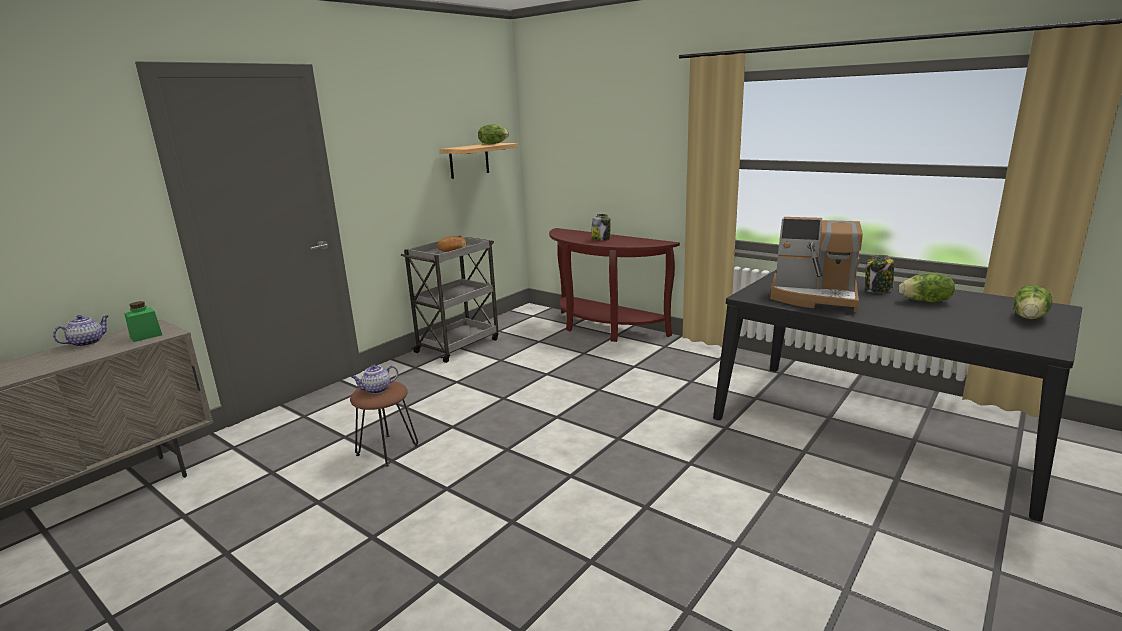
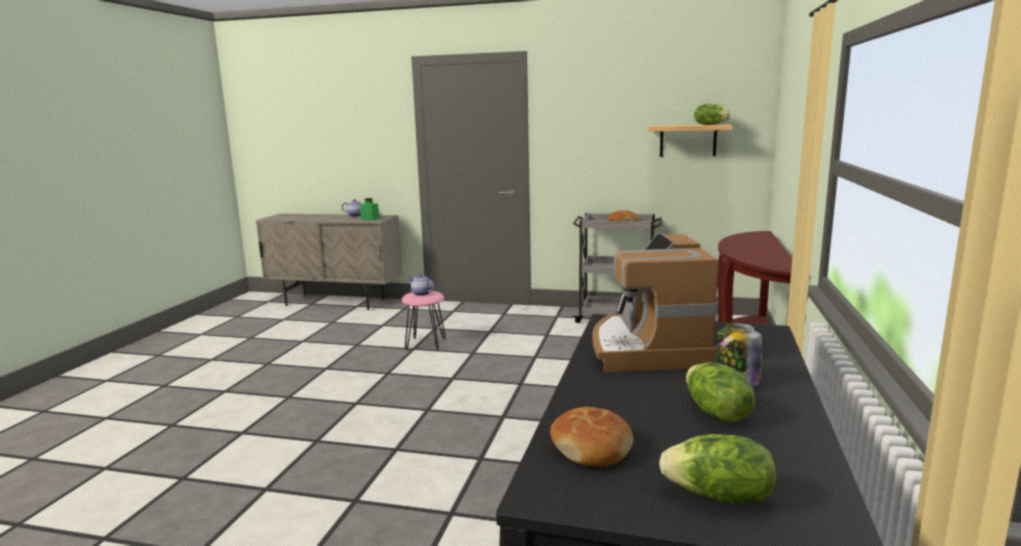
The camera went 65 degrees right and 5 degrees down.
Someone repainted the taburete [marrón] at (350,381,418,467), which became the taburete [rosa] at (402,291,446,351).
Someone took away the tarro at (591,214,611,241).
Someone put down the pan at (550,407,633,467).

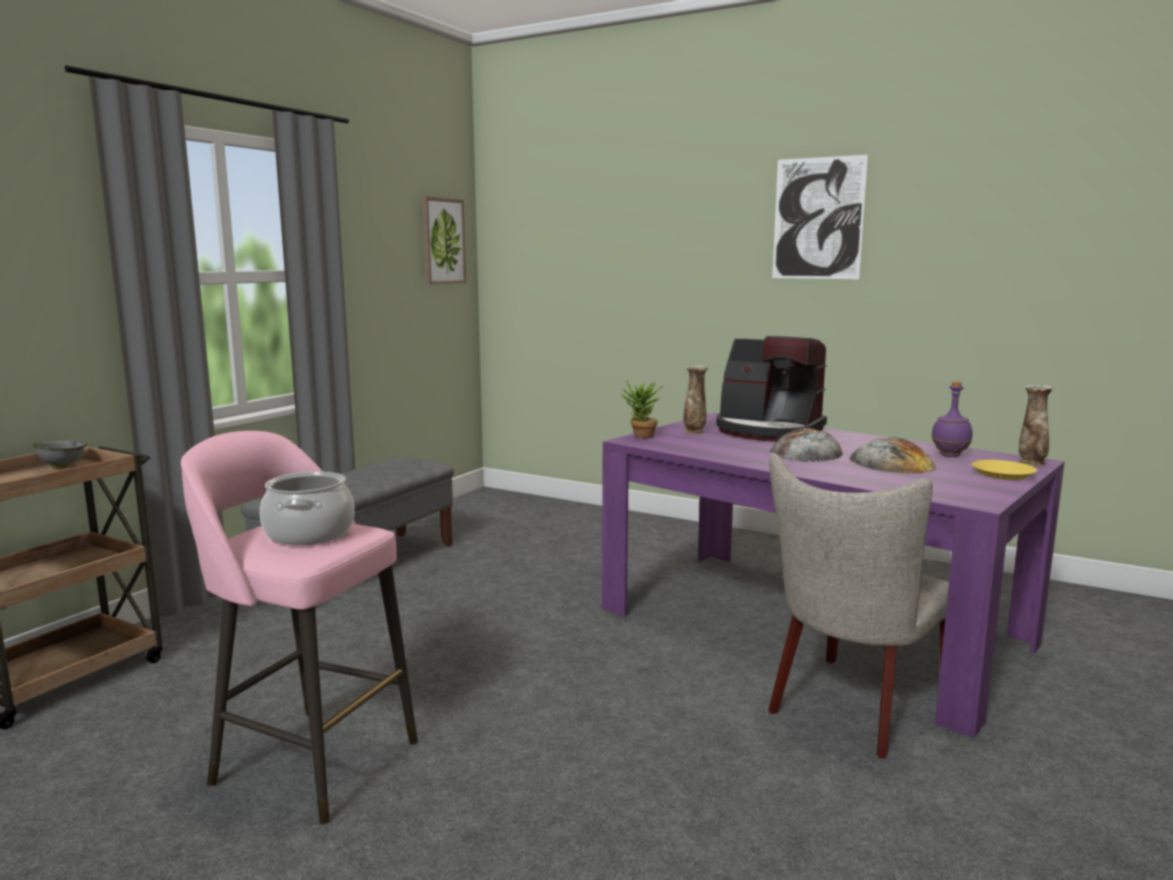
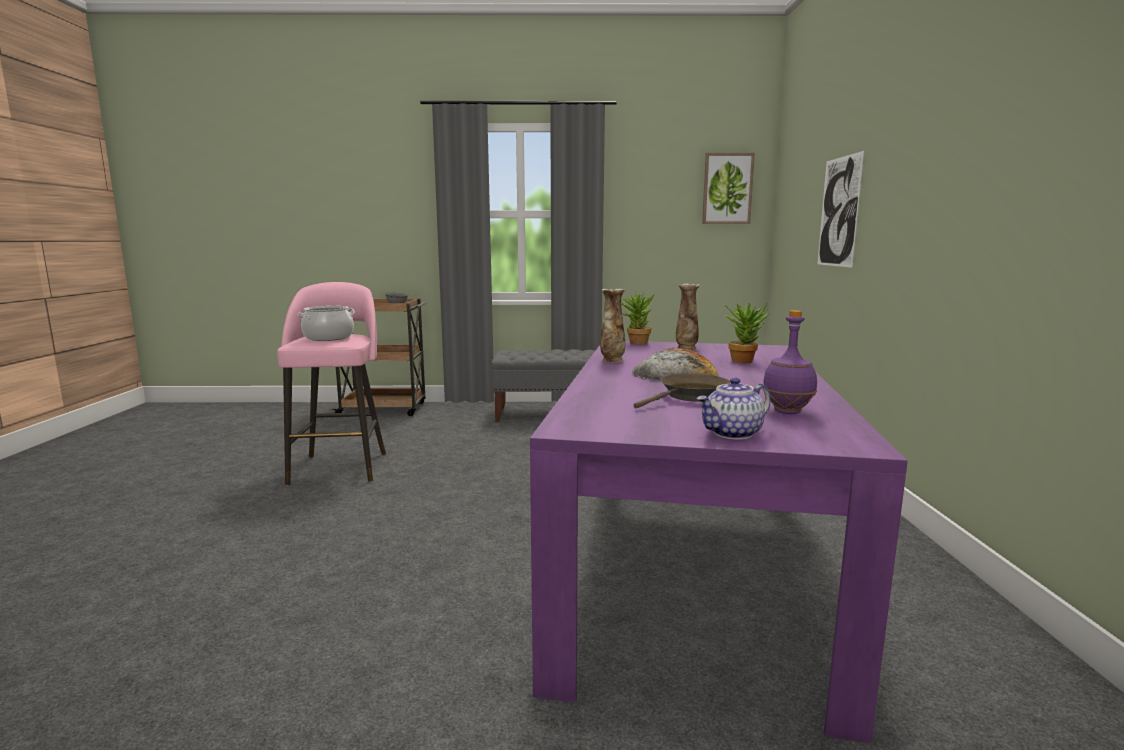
The camera went 60 degrees right and 0 degrees up.
Someone swapped the cafetera at (716,336,827,442) for the planta en maceta at (724,303,769,363).
Someone took away the silla [beis] at (768,452,949,759).
Someone carried the cuadro from (772,155,868,279) to (818,151,864,268).
Someone swapped the pan at (849,437,936,474) for the sartén [marrón] at (634,373,731,408).
Someone swapped the plato [amarillo] at (972,460,1037,480) for the tetera at (696,377,771,440).
Someone carried the florero from (1019,385,1053,466) to (600,289,625,363).

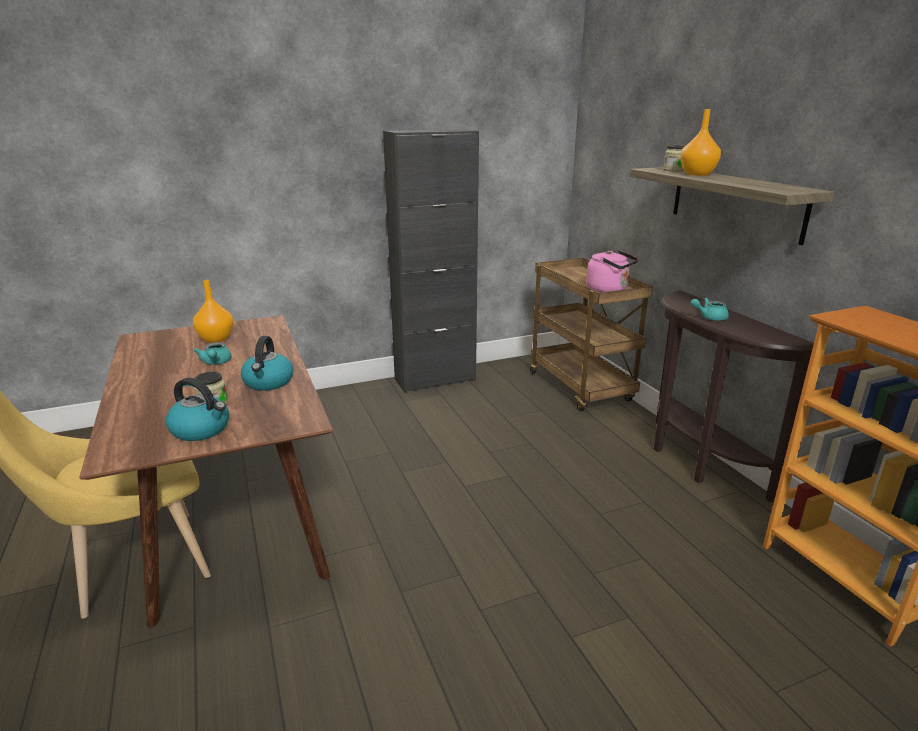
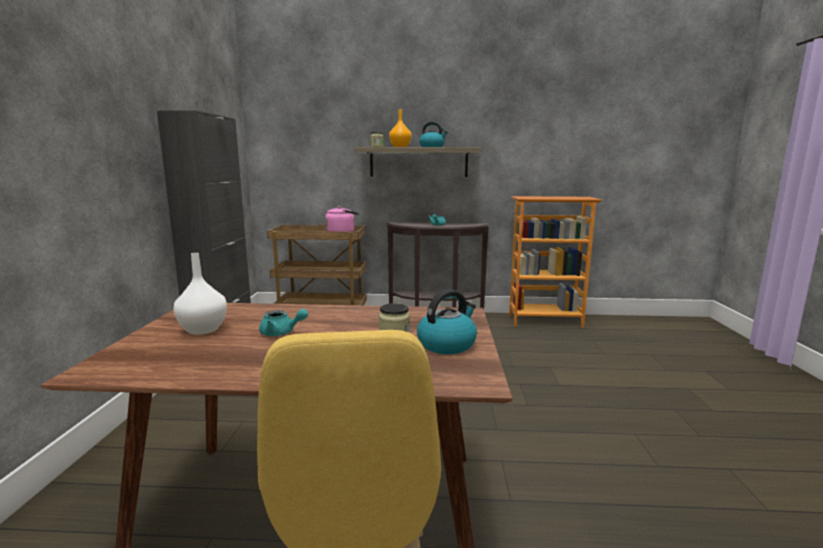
The camera went 65 degrees left and 10 degrees down.
Someone repainted the florero [naranja] at (193,280,233,343), which became the florero [blanco] at (173,253,227,335).
Someone carried the hervidor from (241,336,293,391) to (419,122,448,147).

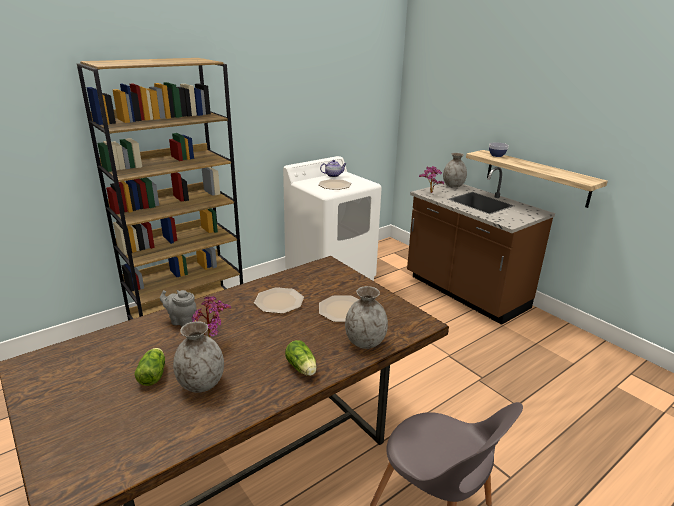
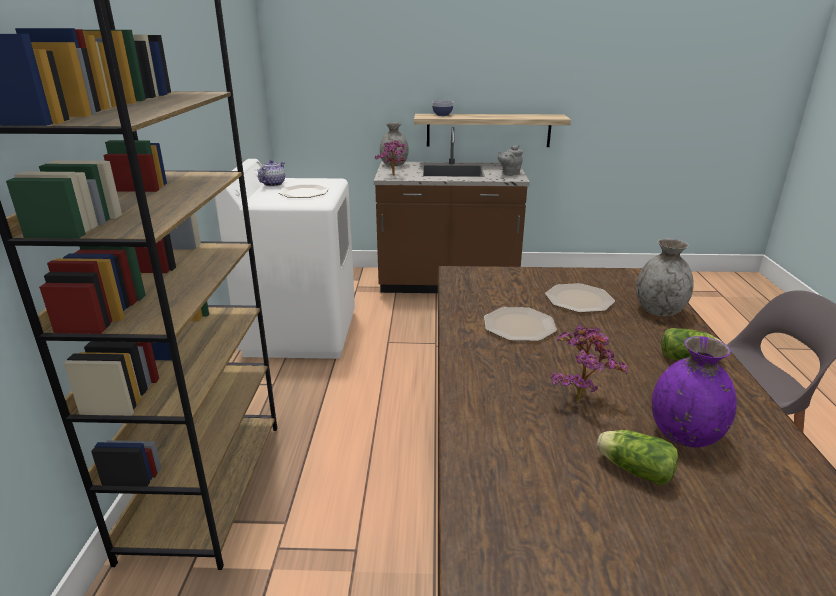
The camera went 50 degrees left and 0 degrees up.
Someone carried the tetera [gris] from (160,290,196,327) to (498,145,523,176).
Someone repainted the florero [gris] at (173,321,224,393), which became the florero [morado] at (652,336,737,448).

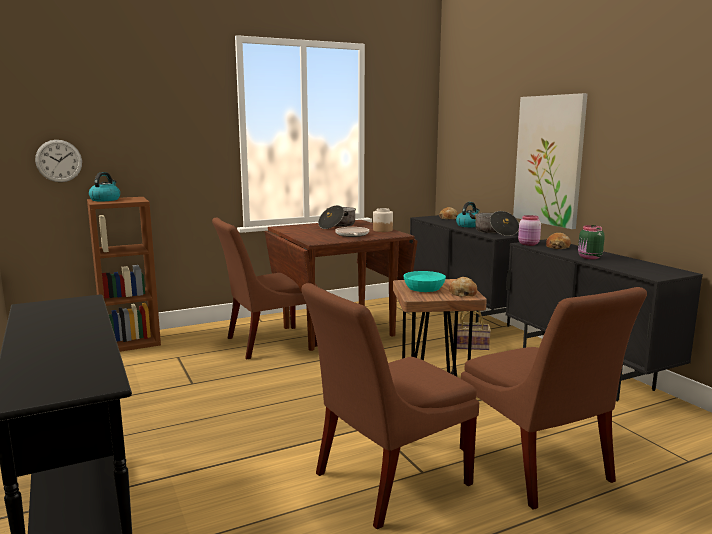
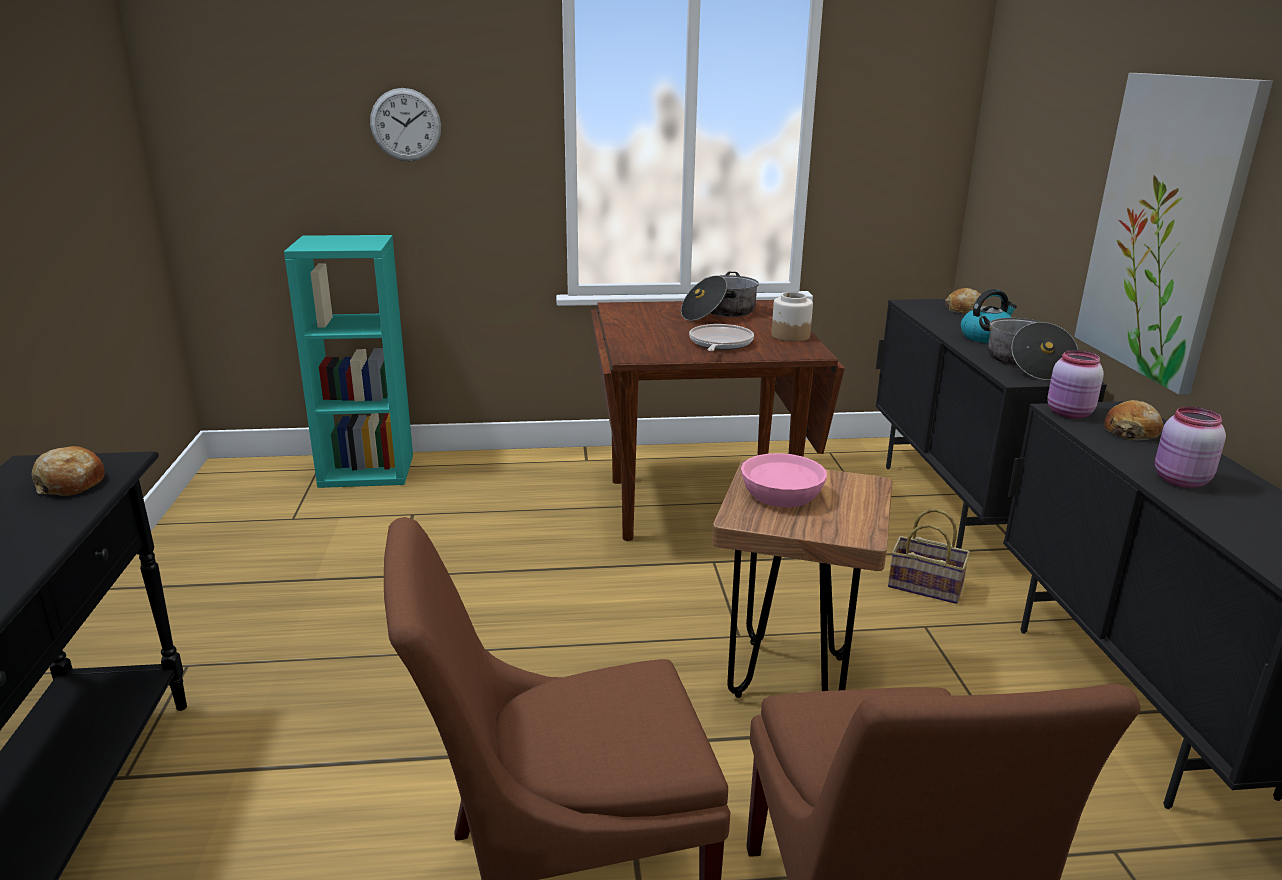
The camera went 20 degrees right and 10 degrees up.
Someone carried the reloj de pared from (35,140,82,182) to (370,88,441,161).
Someone repainted the estantería [marrón] at (87,197,161,352), which became the estantería [turquesa] at (284,235,413,488).
Someone took away the hervidor at (89,172,120,201).
Someone took away the silla [marrón] at (212,217,318,359).
Someone repainted the cuenco [turquesa] at (404,271,446,292), which became the cuenco [rosa] at (741,453,827,507).
Someone carried the pan from (449,277,477,297) to (31,446,105,496).
Someone repainted the tarro [verde] at (578,225,605,259), which became the tarro [rosa] at (1155,407,1226,488).

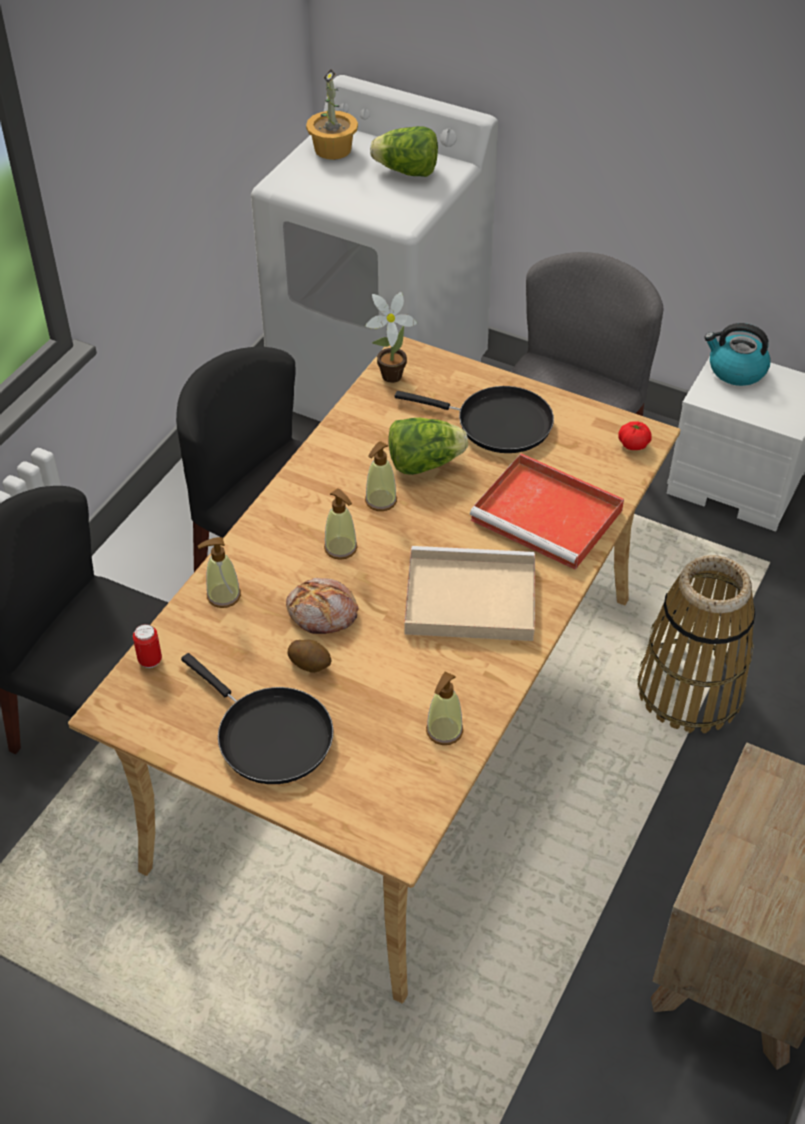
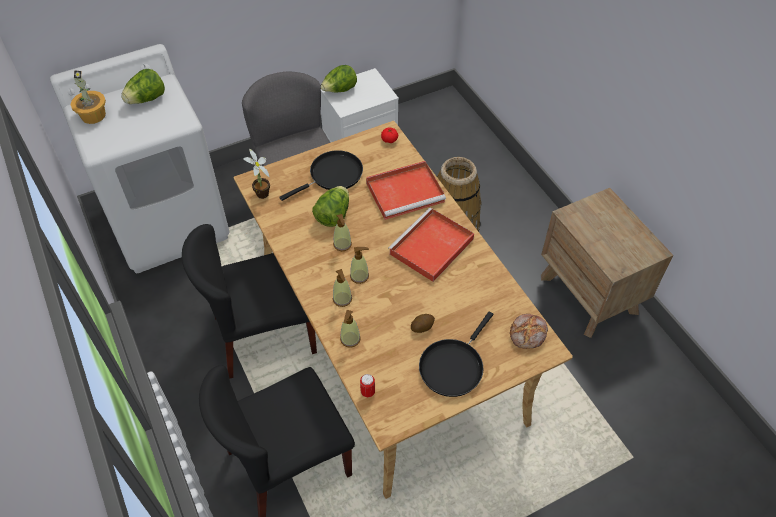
The camera went 55 degrees left and 5 degrees up.
Someone rotated the sartén [negro] at (181,653,333,784) by 135 degrees clockwise.
Someone carried the pan from (286,578,359,634) to (510,314,548,349).
Someone repainted the bandeja [beis] at (404,546,535,641), which became the bandeja [rojo] at (388,208,474,282).
Someone carried the dispensador de jabón from (426,671,463,745) to (333,269,352,307).
Someone swapped the hervidor at (704,323,771,386) for the lechuga at (321,65,357,92).

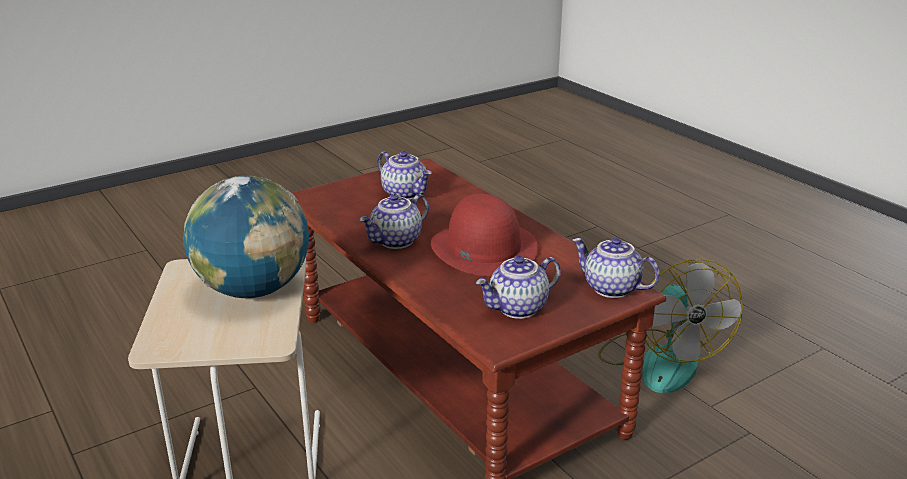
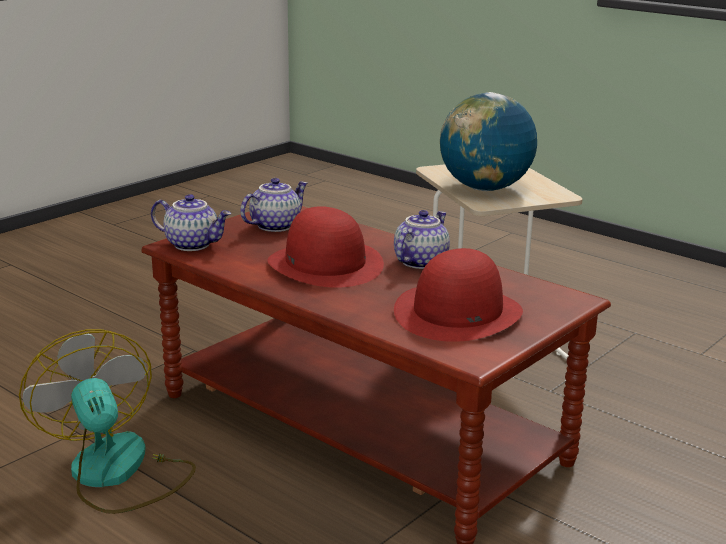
The camera went 165 degrees right and 5 degrees down.
Someone swapped the tetera at (377,151,432,200) for the sombrero [rojo] at (394,248,523,342).

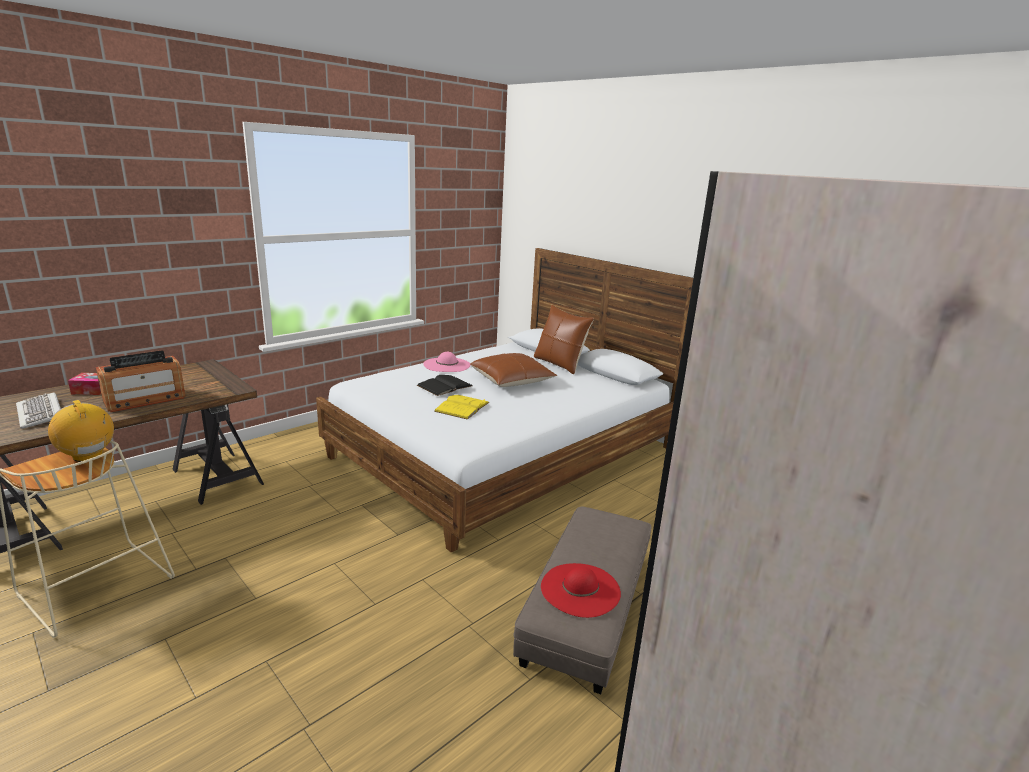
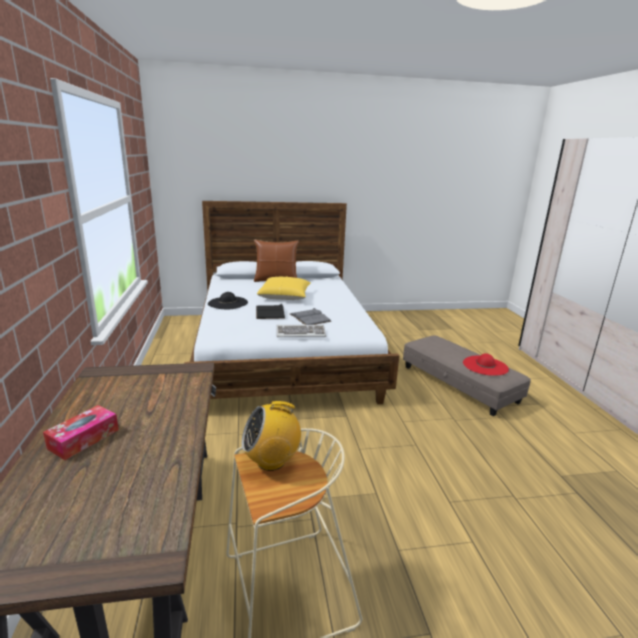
The camera went 55 degrees left and 0 degrees up.
Someone carried the teclado from (16,392,61,429) to (276,325,326,337).
Someone took away the radio at (96,350,186,412).
Someone repainted the sombrero [rosa] at (423,352,470,372), which became the sombrero [negro] at (208,292,248,309).
Someone repainted the libro [amarillo] at (434,395,490,419), which became the libro [gris] at (290,308,332,325).
Someone repainted the cojín [marrón] at (470,353,557,387), which became the cojín [amarillo] at (257,277,311,300).

